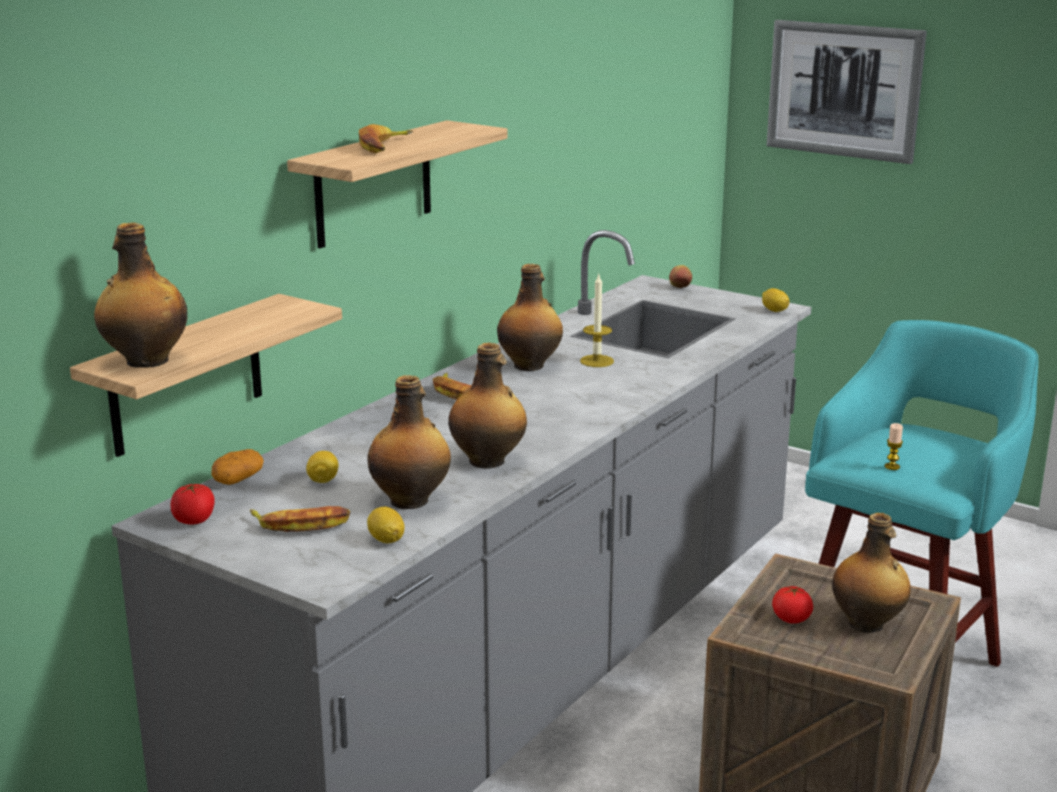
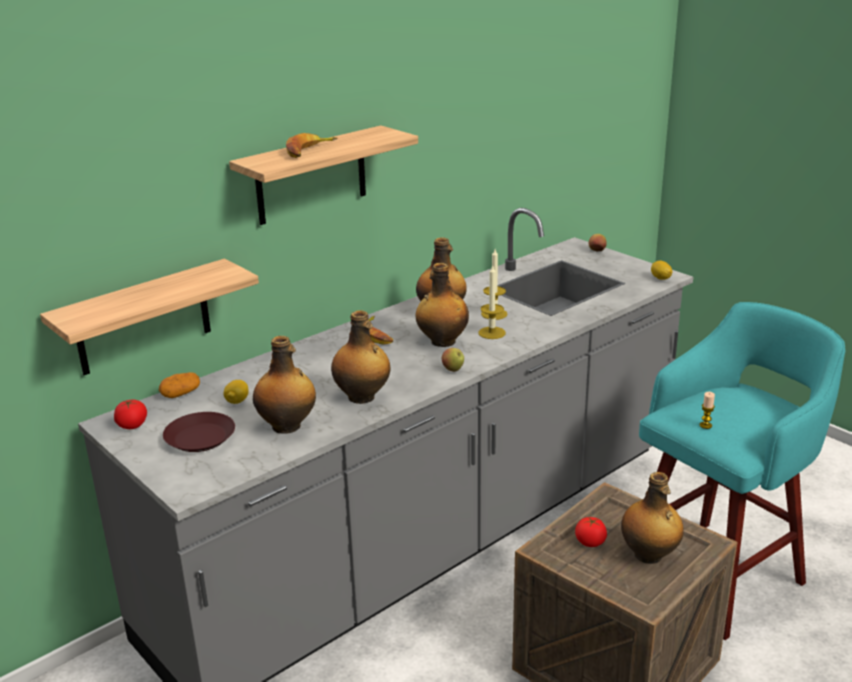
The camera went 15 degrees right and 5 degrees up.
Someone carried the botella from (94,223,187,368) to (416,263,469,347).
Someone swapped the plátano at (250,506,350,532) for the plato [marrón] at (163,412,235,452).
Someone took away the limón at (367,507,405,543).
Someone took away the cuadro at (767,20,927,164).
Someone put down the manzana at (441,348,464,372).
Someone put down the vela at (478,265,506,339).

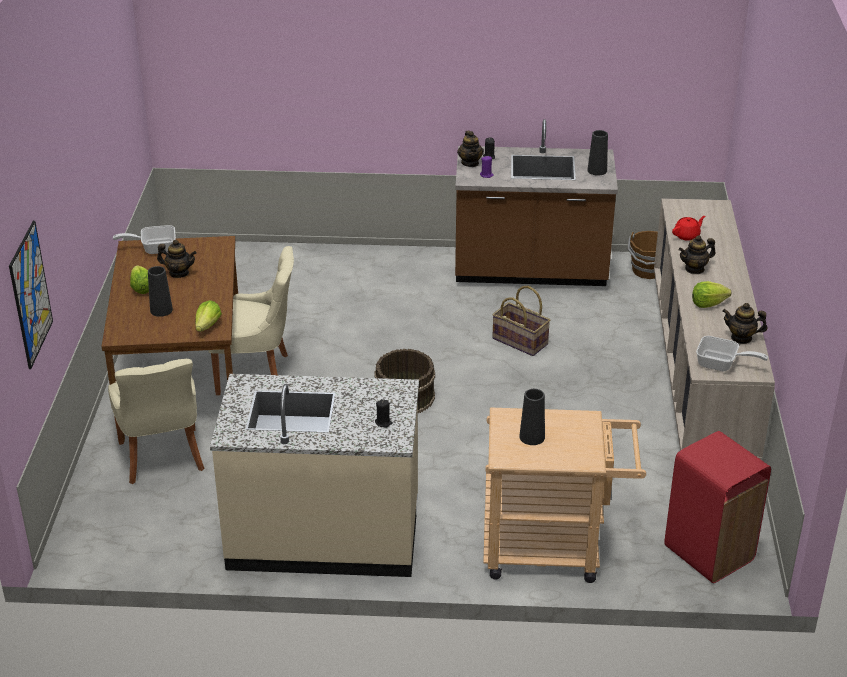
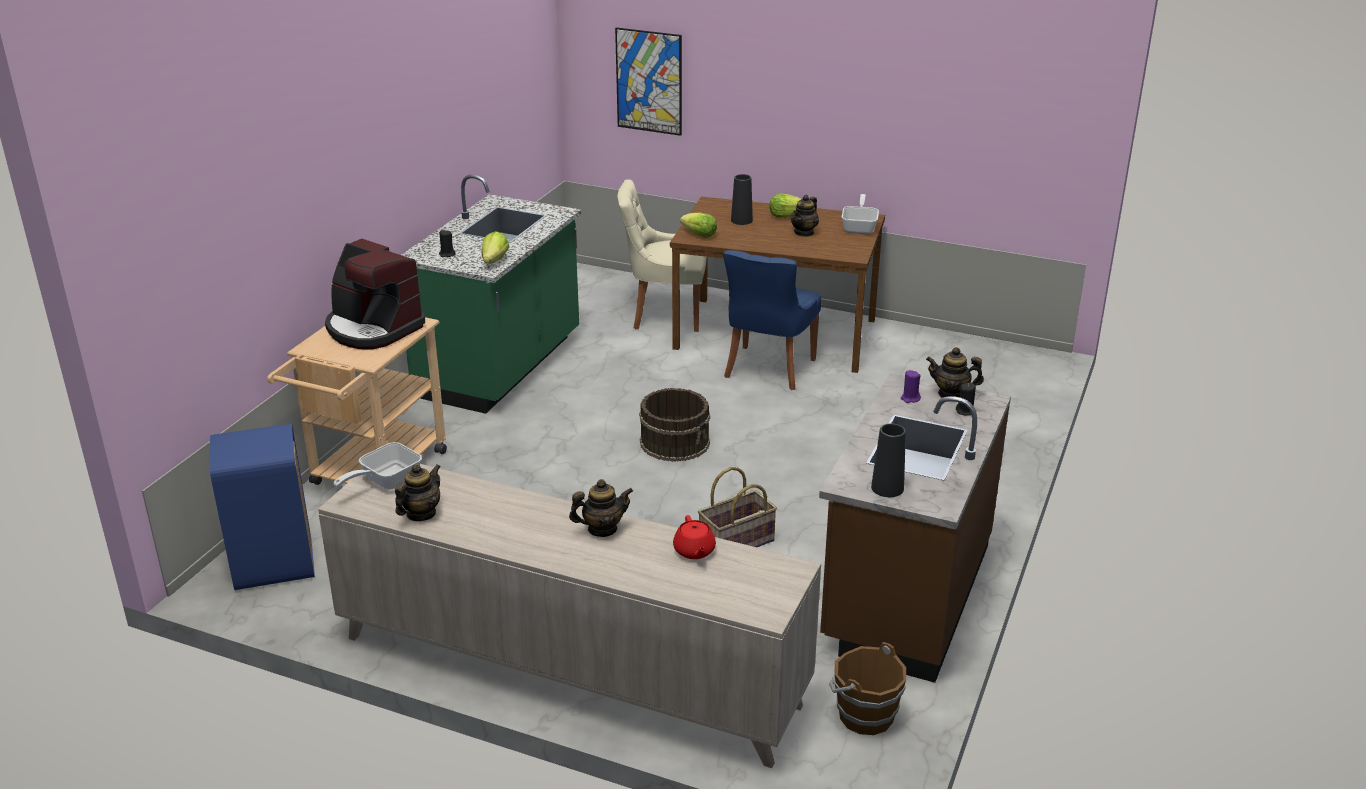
The camera went 110 degrees right and 5 degrees down.
Someone repainted the silla [beis] at (208,246,294,395), which became the silla [azul] at (723,250,822,390).
Someone repainted the mueble bajo de cocina [beis] at (210,374,419,577), which became the mueble bajo de cocina [verde] at (401,174,581,414).
Someone swapped the florero [negro] at (519,389,545,445) for the cafetera at (325,239,425,349).
Someone repainted the papelera [rojo] at (664,431,771,583), which became the papelera [azul] at (209,424,315,590).
Someone rotated the tetera at (679,235,715,274) by 75 degrees clockwise.
Someone carried the lechuga from (692,281,731,308) to (482,231,509,264).

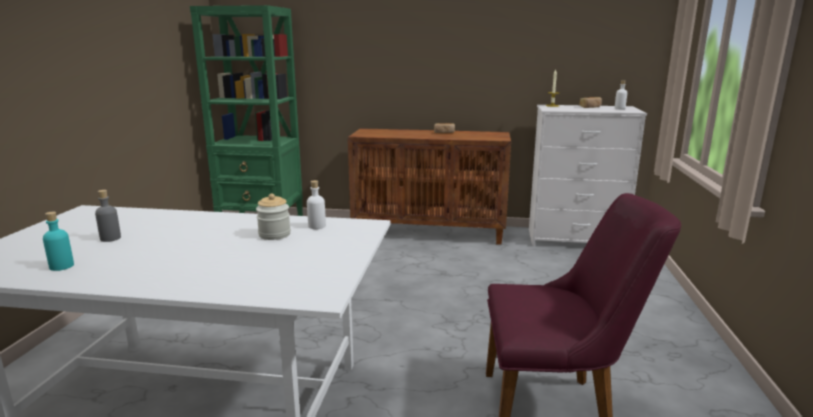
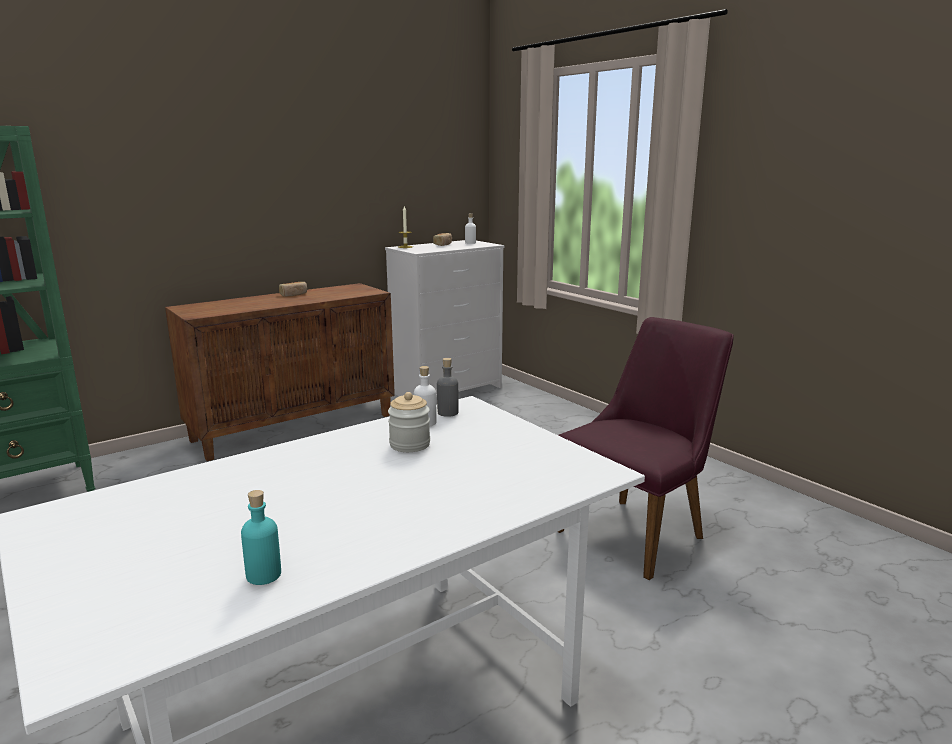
The camera went 45 degrees left and 0 degrees up.
Someone carried the botella [gris] from (95,190,121,242) to (437,358,459,417).

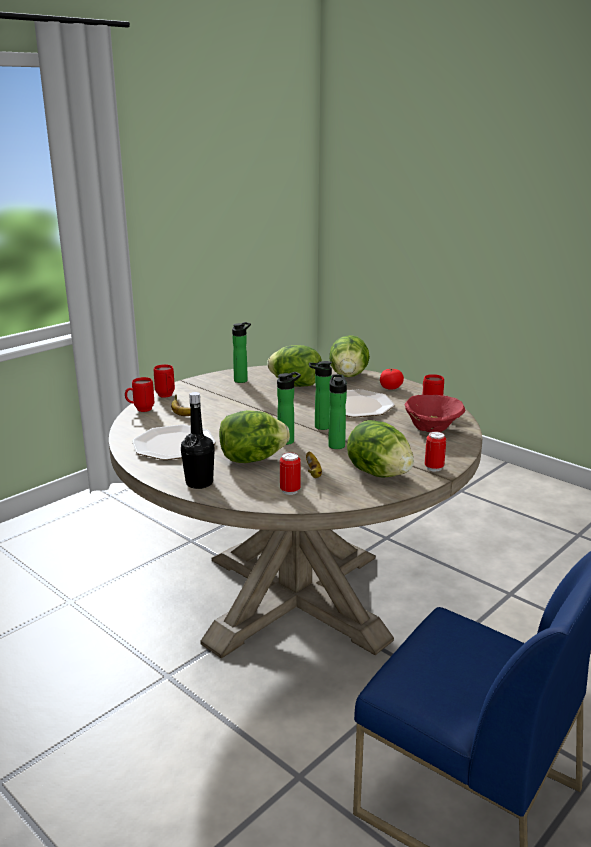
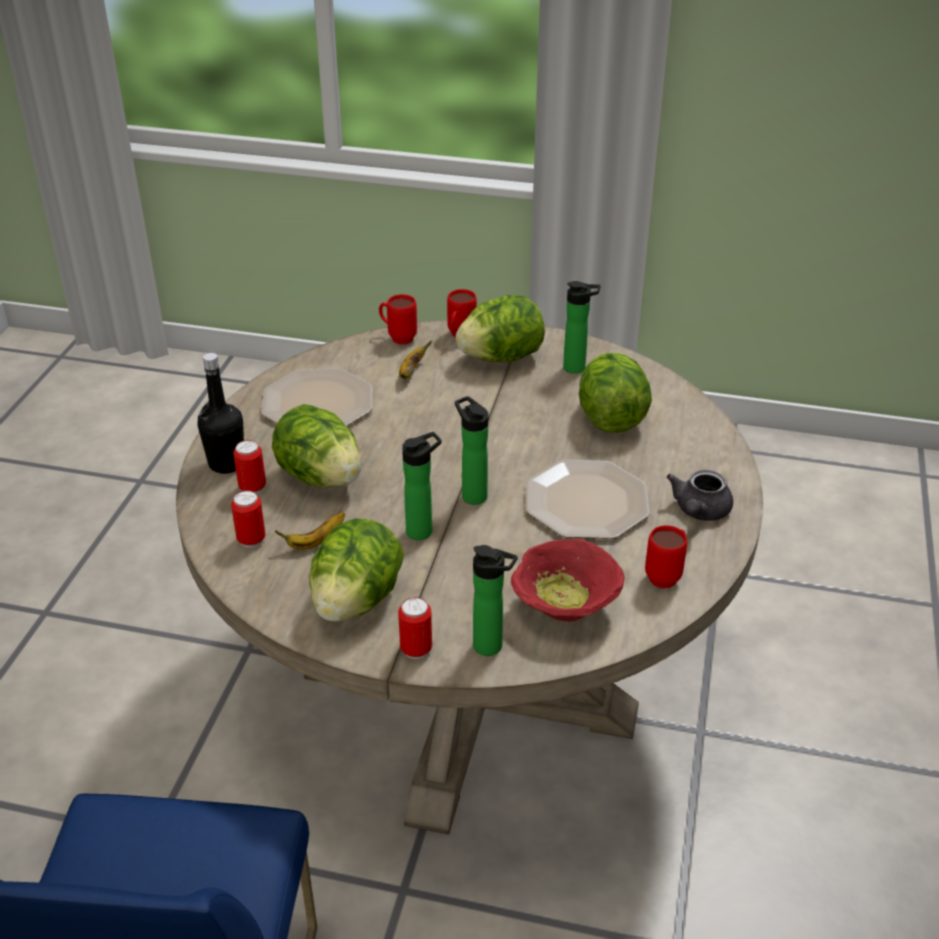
The camera went 60 degrees right and 15 degrees up.
Someone carried the botella from (277,372,301,445) to (473,545,518,656).
Someone carried the lechuga from (329,335,370,377) to (456,295,545,362).
Someone swapped the tomate at (380,368,404,390) for the tetera [gris] at (666,470,733,521).
Someone put down the lata at (234,440,266,494).

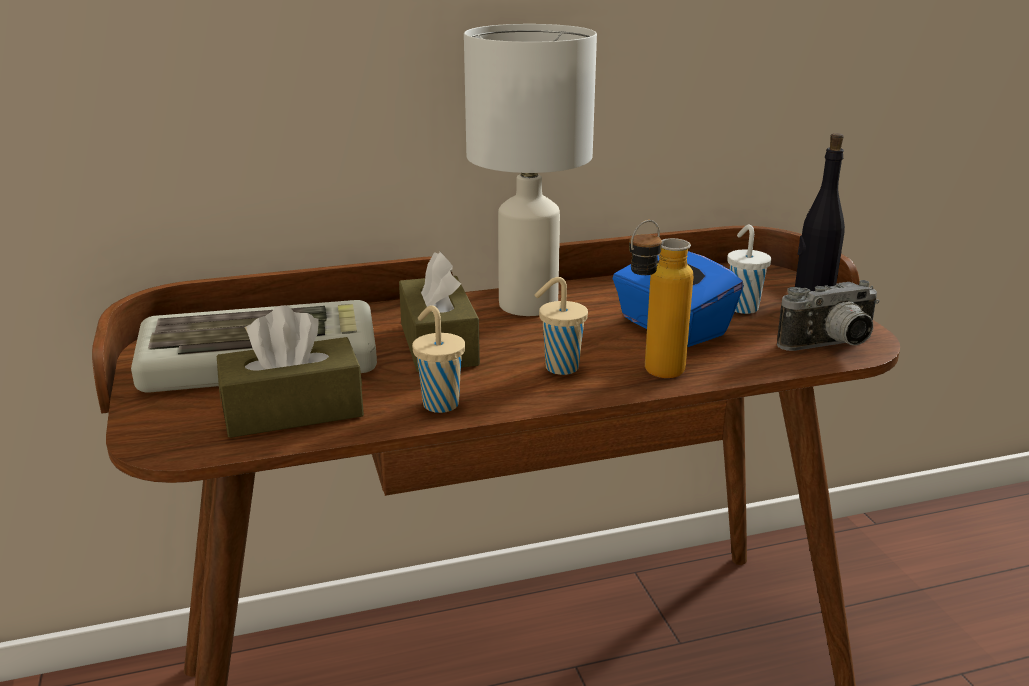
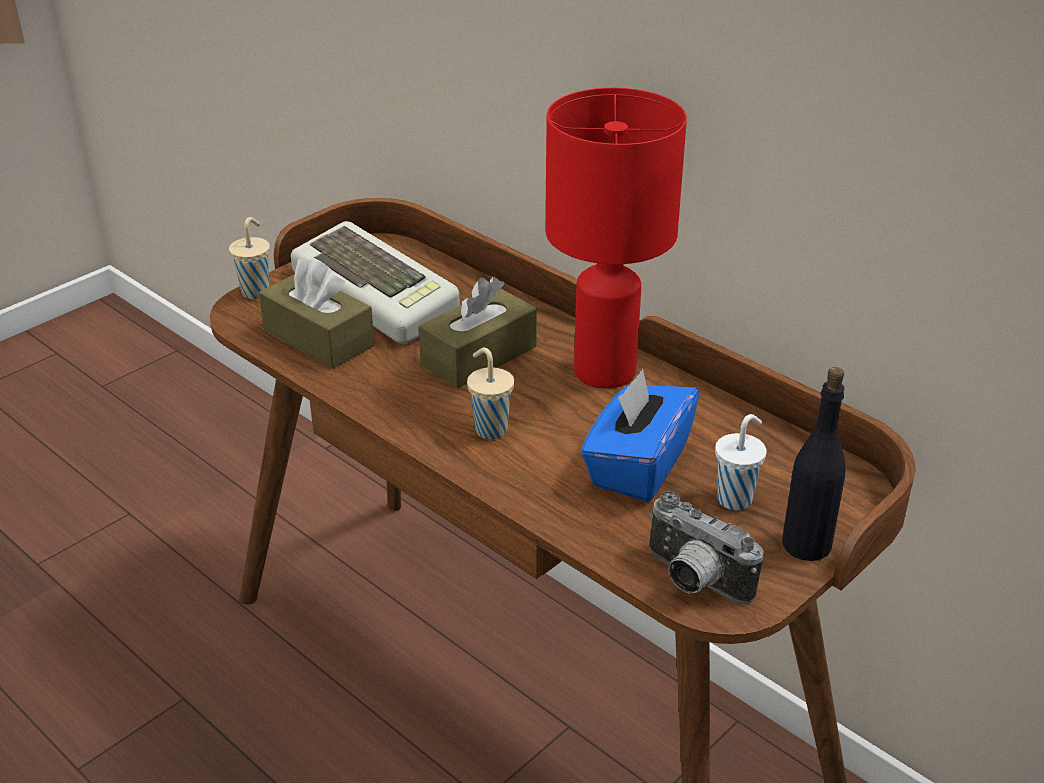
The camera went 60 degrees right and 10 degrees up.
Someone carried the taza [beis] from (412,305,465,413) to (229,217,270,299).
Someone repainted the lámpara de mesa [blanco] at (464,24,597,316), which became the lámpara de mesa [rojo] at (545,88,687,389).
Someone took away the botella at (629,220,693,378).

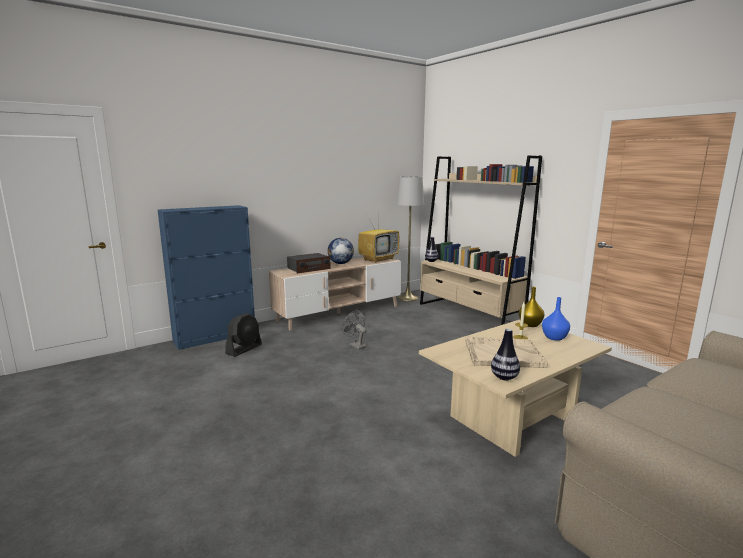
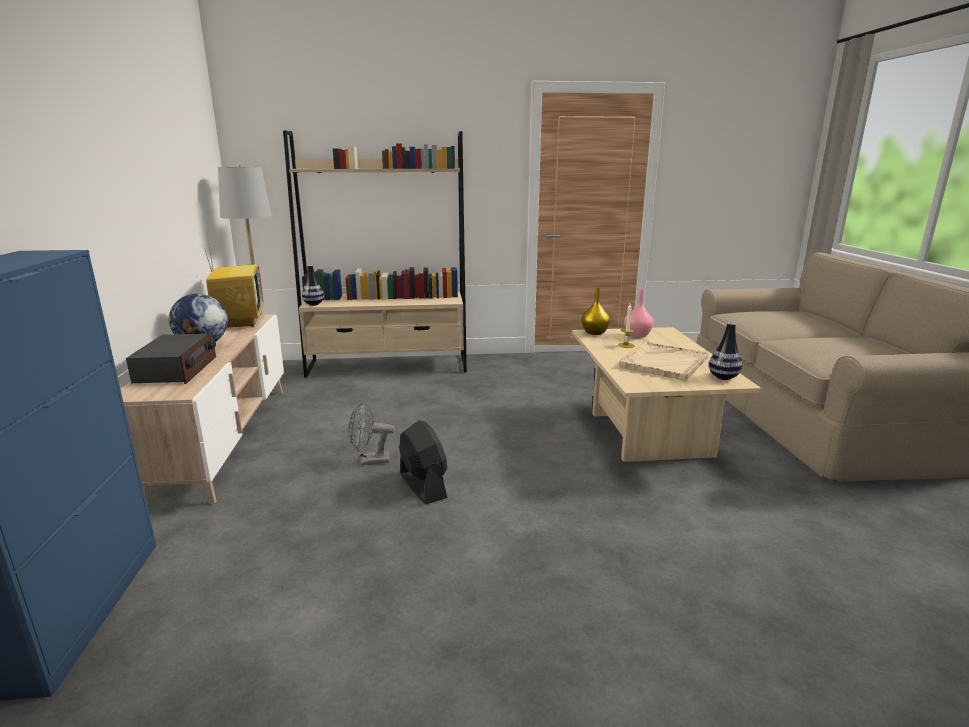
The camera went 60 degrees left and 5 degrees up.
Someone carried the ventilador [negro] from (225,313,262,357) to (399,420,448,504).
Someone repainted the florero [azul] at (542,297,570,341), which became the florero [rosa] at (624,290,654,338).

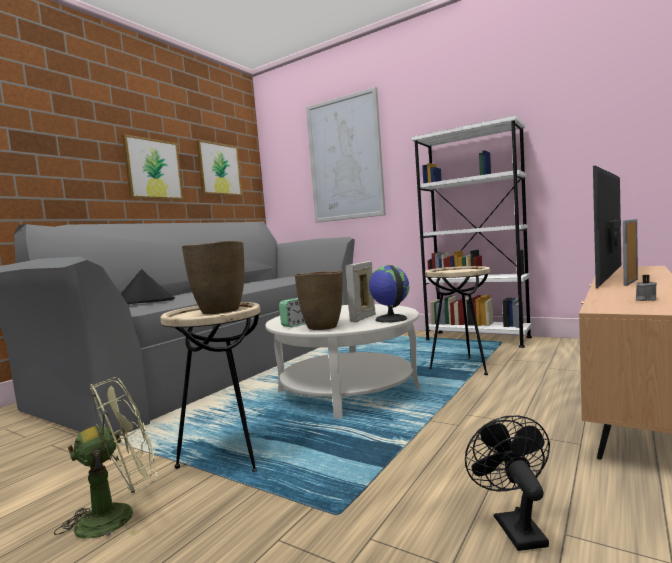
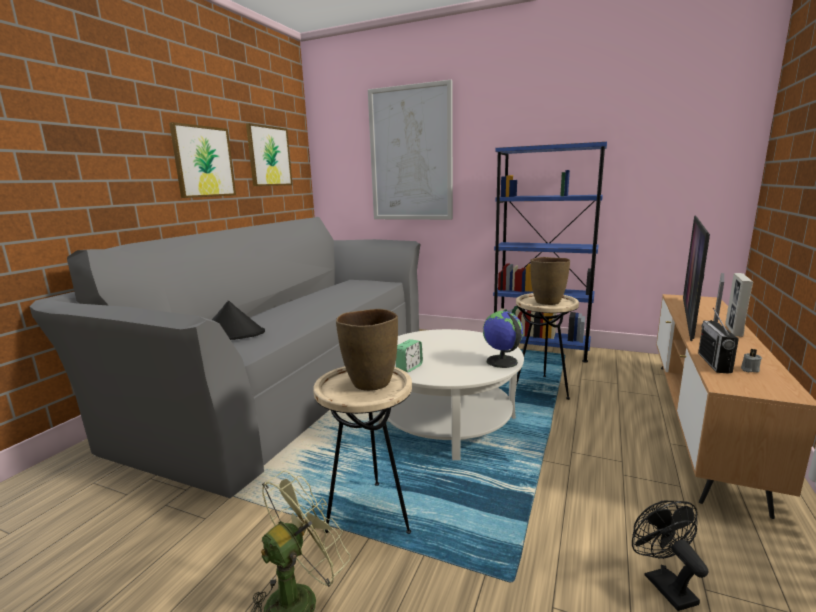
The camera went 10 degrees left and 10 degrees up.
Someone carried the florero [marrón] from (295,271,343,330) to (530,257,570,305).
Someone carried the portarretratos from (346,261,376,322) to (725,273,753,337).
Someone repainted the estantería [blanco] at (412,115,532,348), which became the estantería [azul] at (493,142,607,363).
Someone put down the radio at (698,308,739,374).

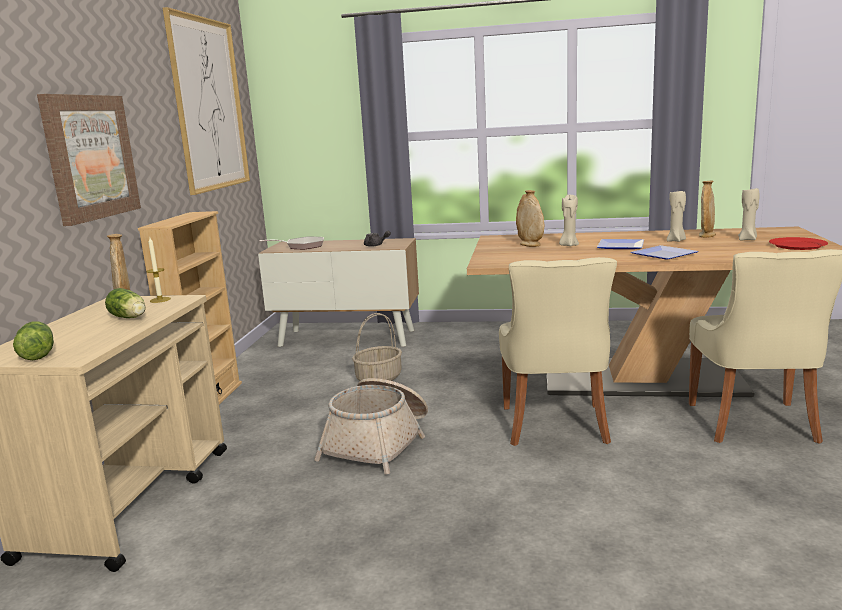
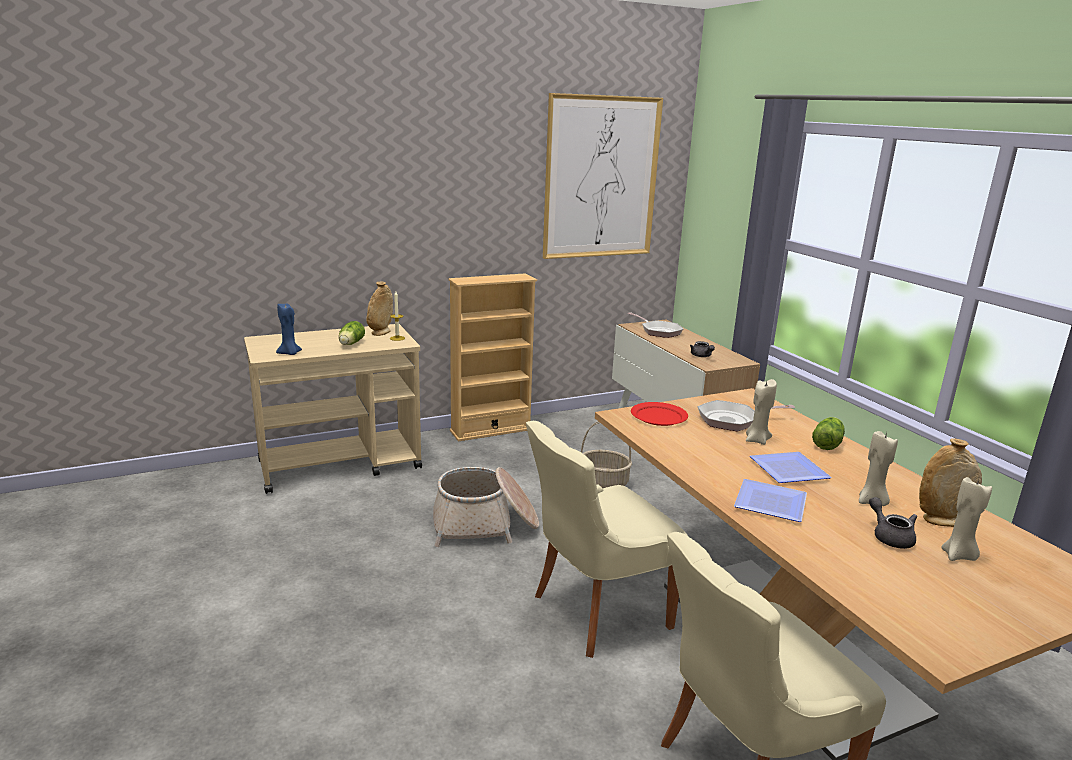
The camera went 55 degrees right and 5 degrees up.
Someone carried the lechuga from (13,321,54,360) to (812,417,845,450).
Someone took away the cuadro at (37,94,141,226).
Someone swapped the florero [beis] at (516,190,544,247) for the sartén at (698,400,795,431).
Someone carried the plato [rojo] from (769,237,828,250) to (631,402,688,426).
Someone put down the vela [azul] at (276,303,302,355).
Someone put down the tetera [gris] at (869,497,918,549).

